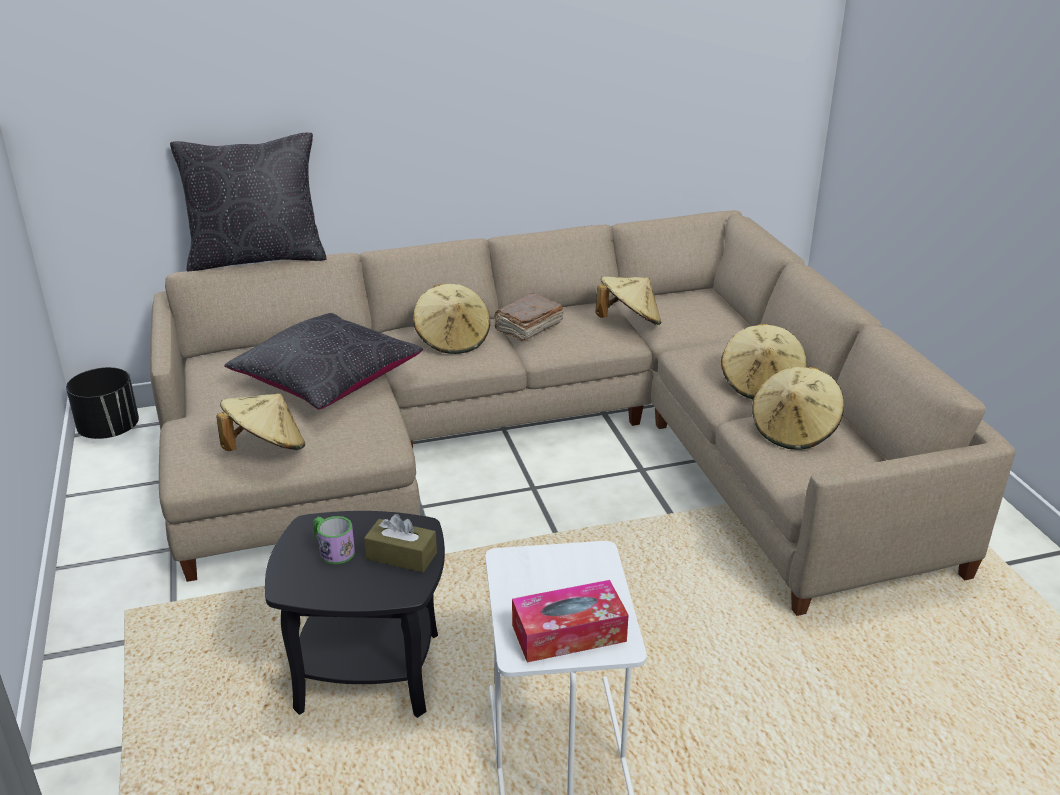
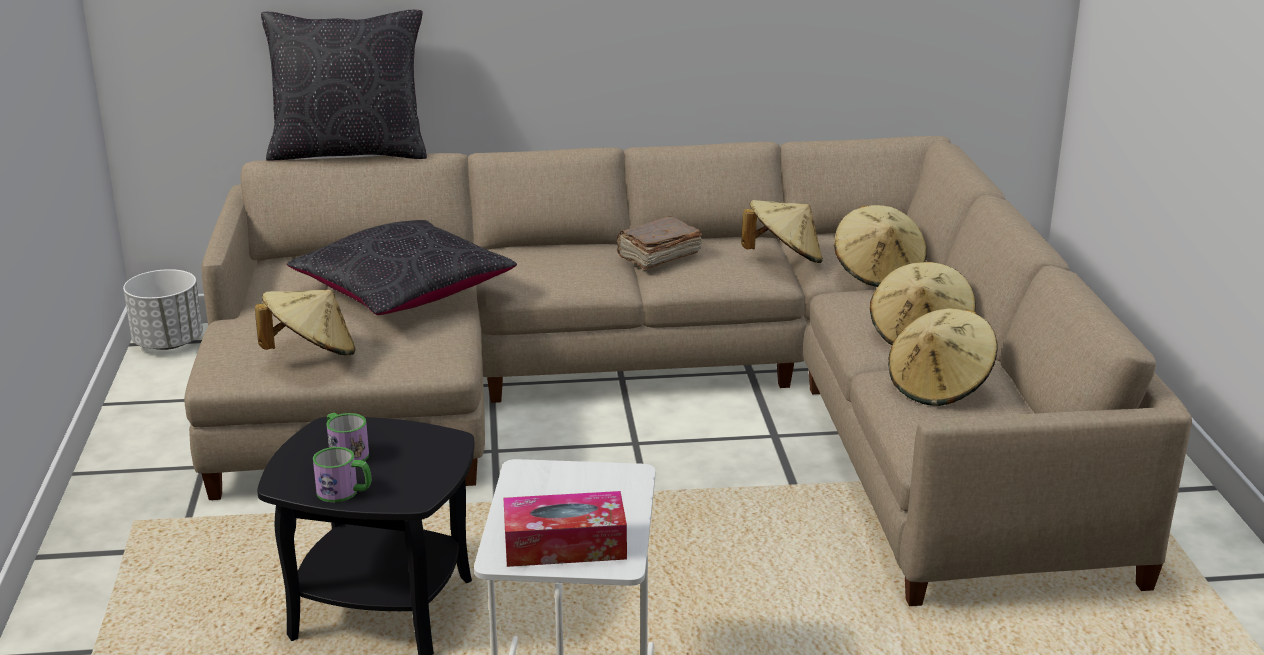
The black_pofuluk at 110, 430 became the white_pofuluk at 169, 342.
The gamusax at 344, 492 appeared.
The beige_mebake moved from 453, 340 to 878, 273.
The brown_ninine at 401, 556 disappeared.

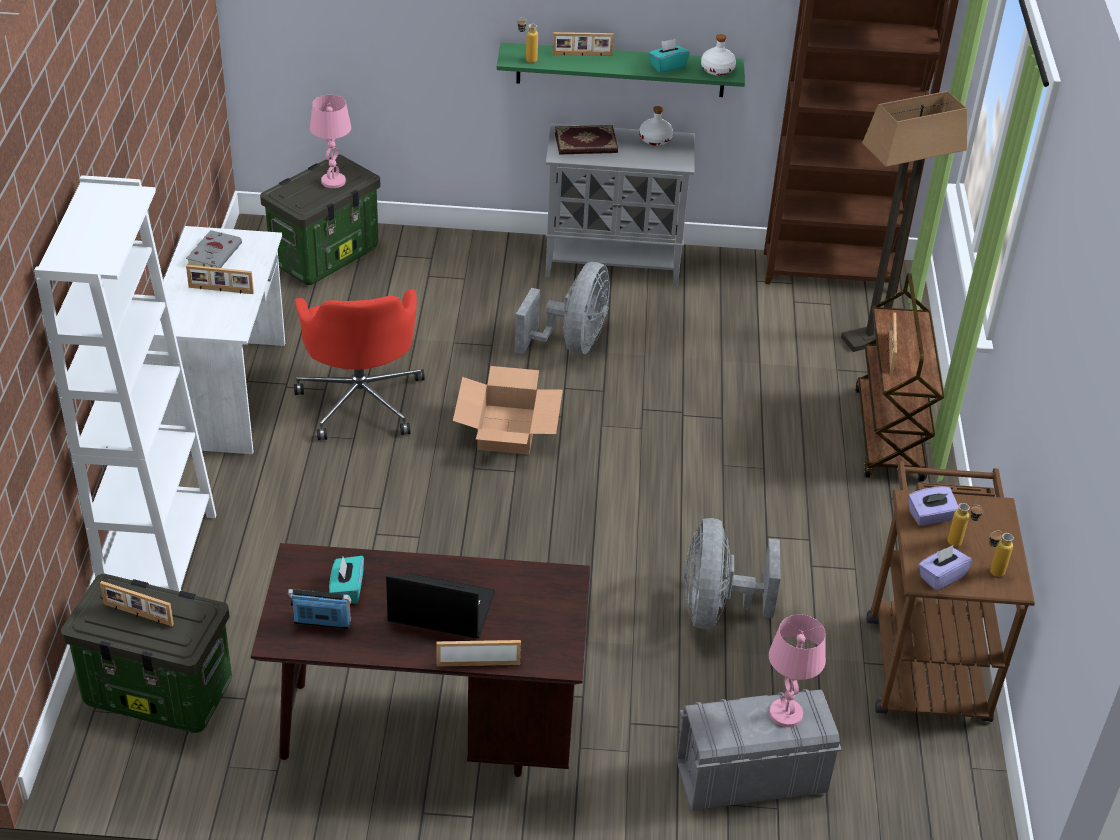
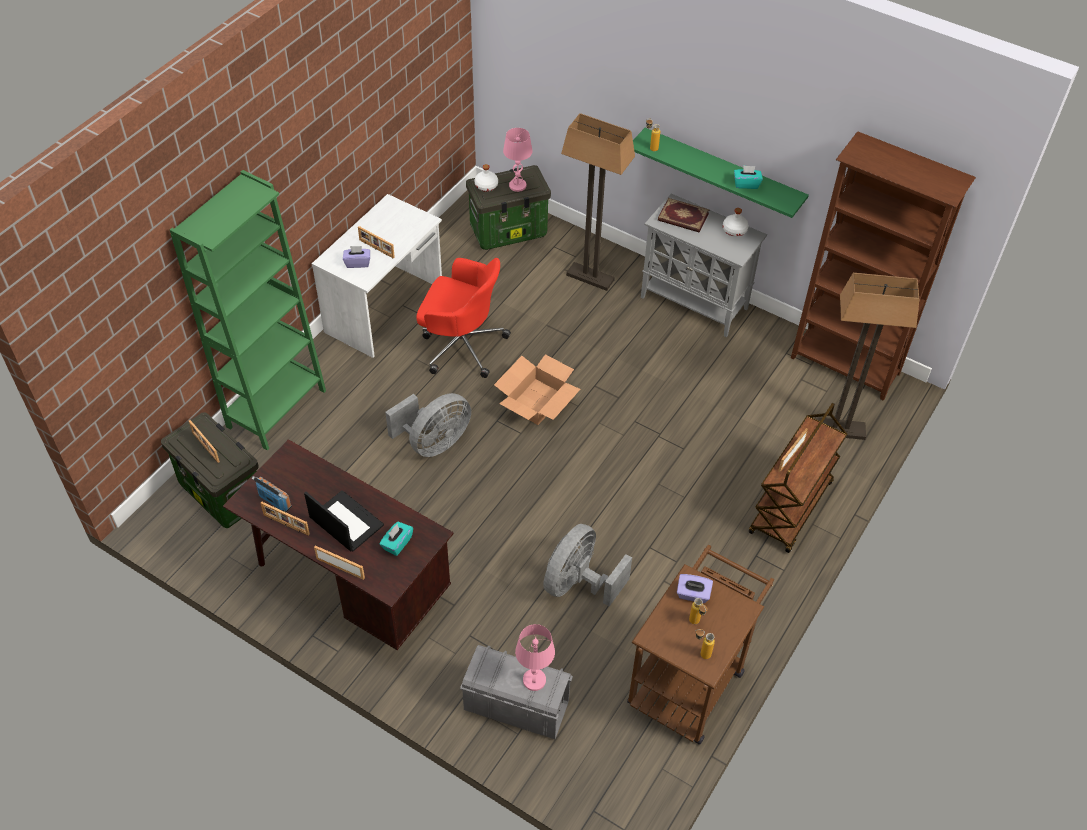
The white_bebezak at 160, 560 became the green_bebezak at 276, 408.
The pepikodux moved from 582, 55 to 286, 525.
The purple_ninine moved from 941, 577 to 357, 263.
The turquoise_ninine moved from 347, 589 to 397, 543.
The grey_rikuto moved from 572, 343 to 434, 443.
The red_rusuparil at 361, 400 turned 90 degrees counterclockwise.
The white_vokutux moved from 717, 70 to 486, 186.
The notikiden at 590, 277 appeared.
The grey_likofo at 215, 254 disappeared.

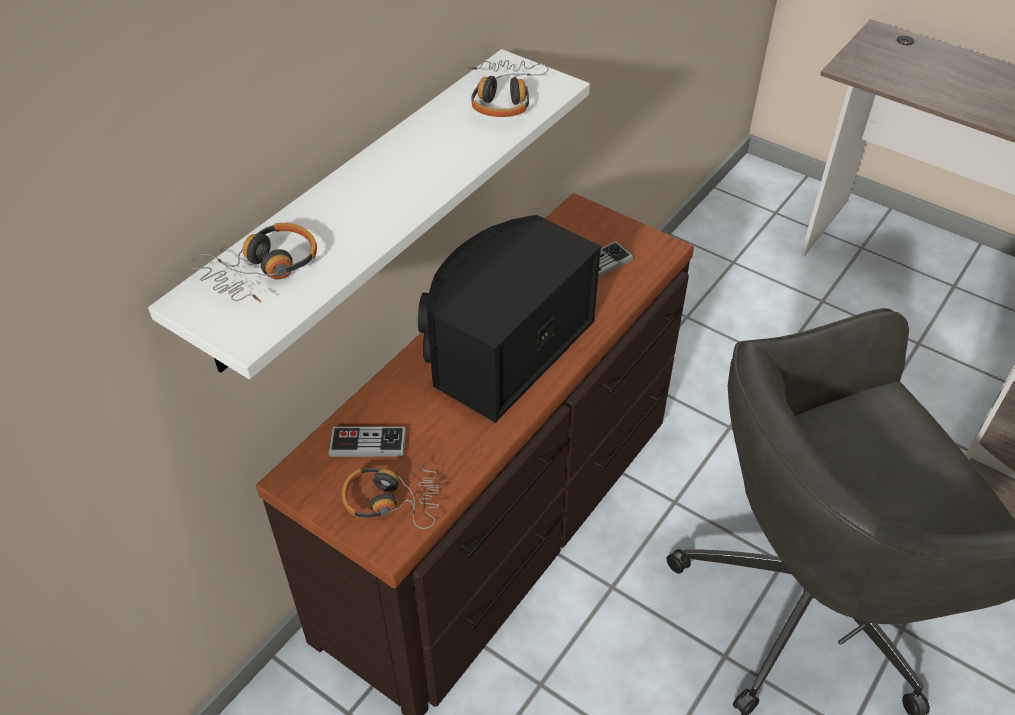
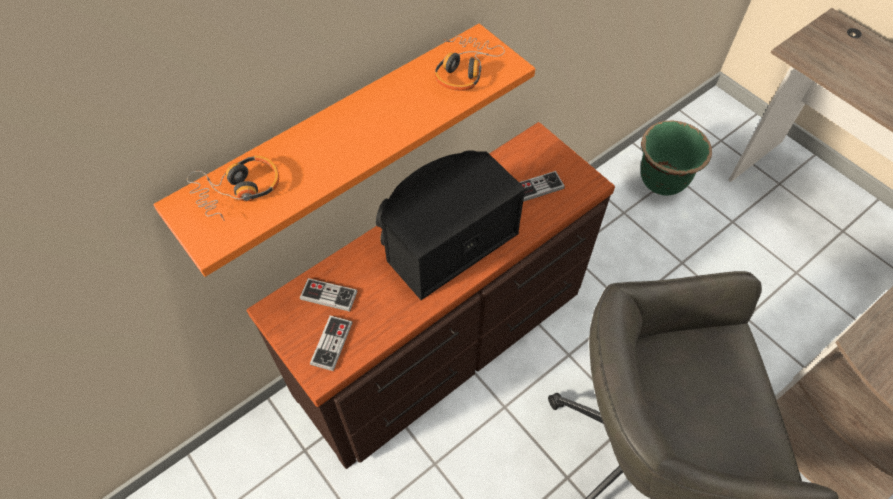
The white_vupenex at 355, 208 became the orange_vupenex at 337, 136.
The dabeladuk at 392, 500 was replaced by the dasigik at 332, 343.
The green_pofuluk at 662, 181 appeared.

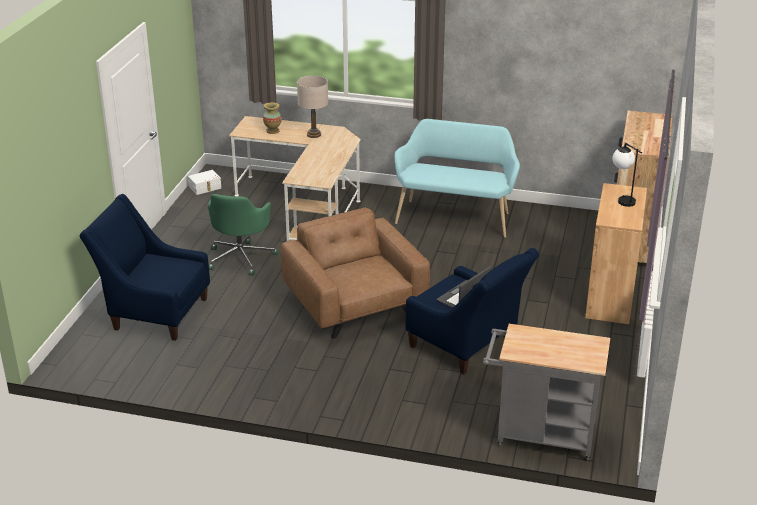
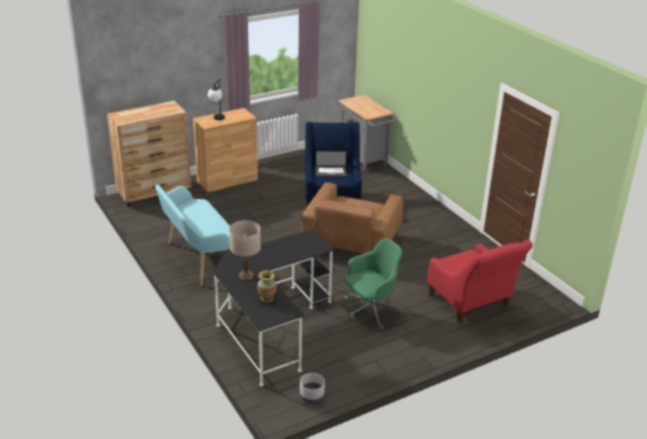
The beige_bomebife at 306, 207 became the black_bomebife at 269, 325.
The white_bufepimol at 205, 188 was replaced by the grey_pofuluk at 311, 396.
The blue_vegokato at 154, 312 became the red_vegokato at 471, 304.

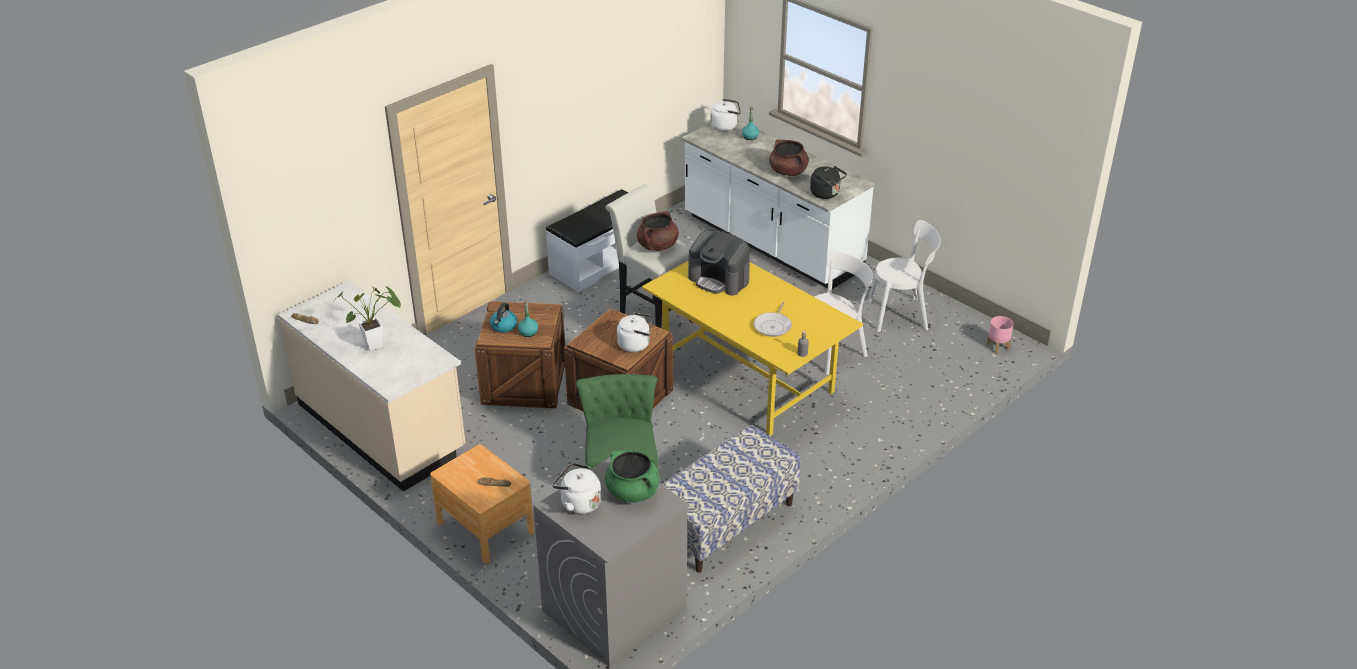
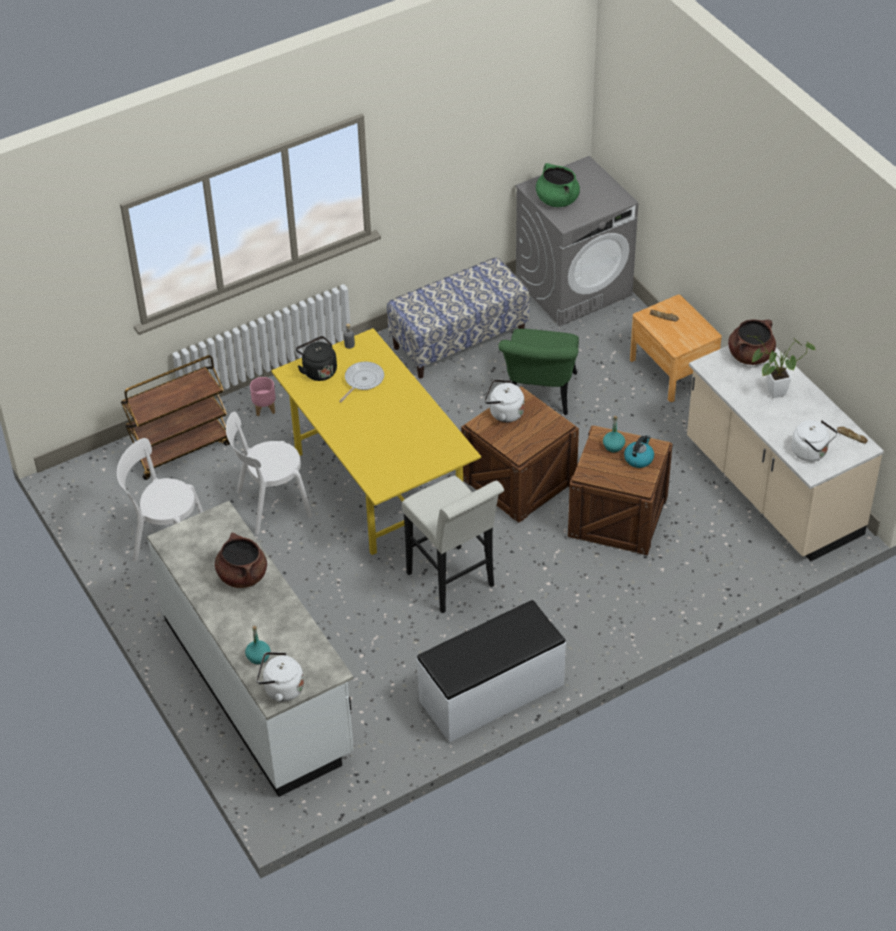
The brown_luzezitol at 180, 449 appeared.
The pink_pofuluk moved from 997, 346 to 264, 409.
The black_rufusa moved from 826, 194 to 318, 370.
The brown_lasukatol moved from 657, 246 to 750, 355.
The white_rufusa moved from 578, 503 to 811, 452.
The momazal at 719, 279 disappeared.

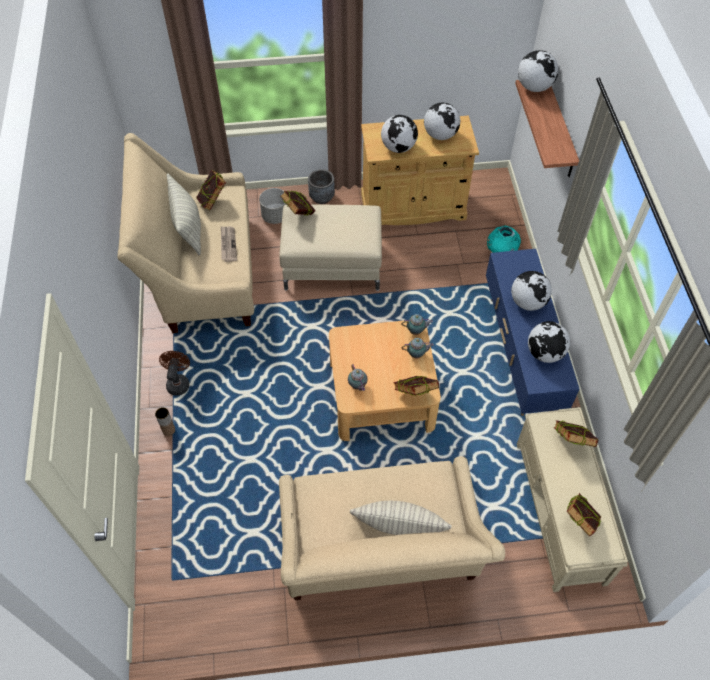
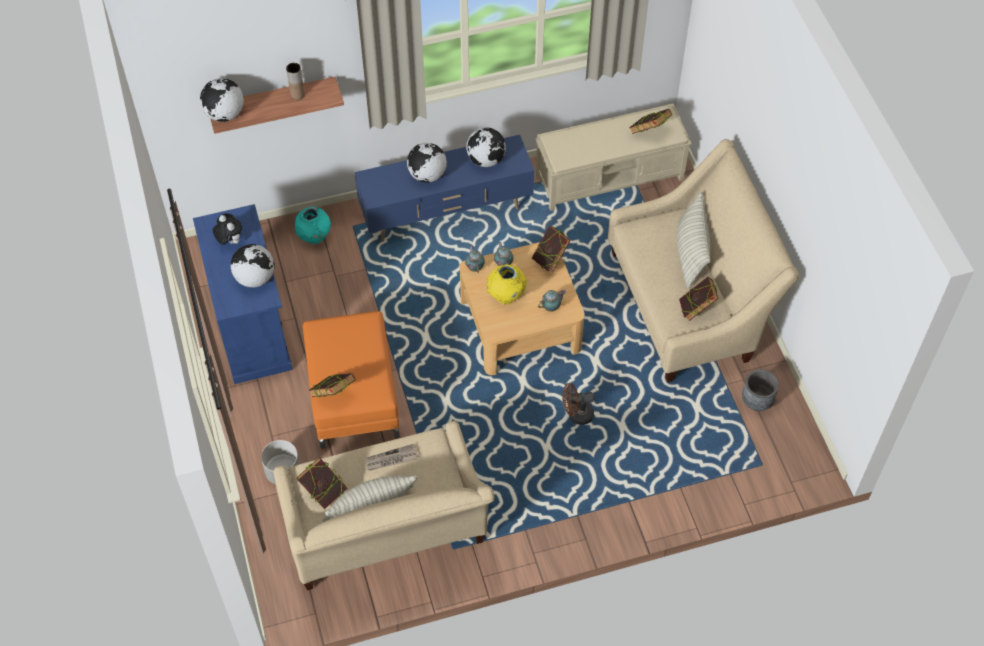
The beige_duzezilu at 413, 207 became the blue_duzezilu at 251, 327.
The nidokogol at 440, 135 was replaced by the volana at 229, 241.
The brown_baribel moved from 169, 430 to 297, 95.
The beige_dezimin at 332, 265 became the orange_dezimin at 354, 396.
The yellow_baribel at 506, 296 appeared.
The brown_rikuto moved from 178, 382 to 576, 415.
The likofo moved from 571, 442 to 696, 309.
The grey_pofuluk moved from 322, 197 to 756, 401.

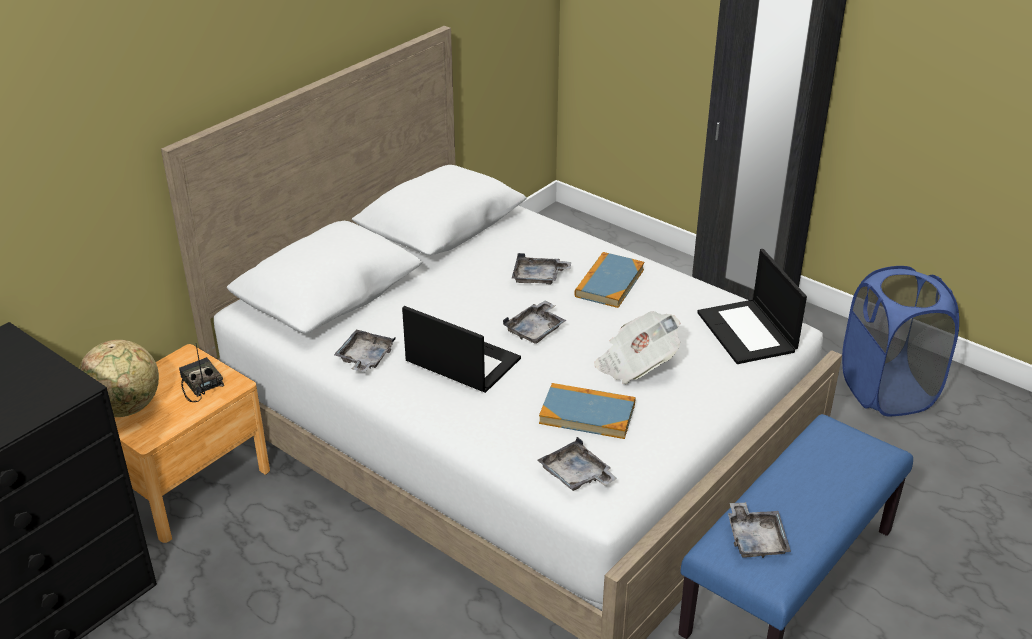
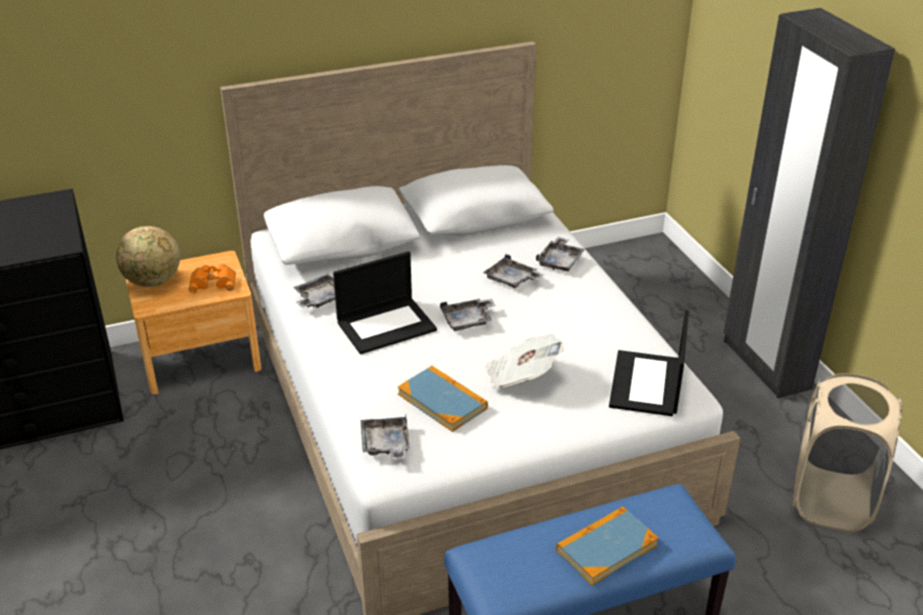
The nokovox at 200, 384 was replaced by the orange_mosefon at 213, 282.
The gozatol at 461, 361 turned 90 degrees clockwise.
The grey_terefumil moved from 755, 539 to 560, 261.
The likofo moved from 609, 283 to 606, 548.
The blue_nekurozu at 887, 391 became the beige_nekurozu at 831, 500.

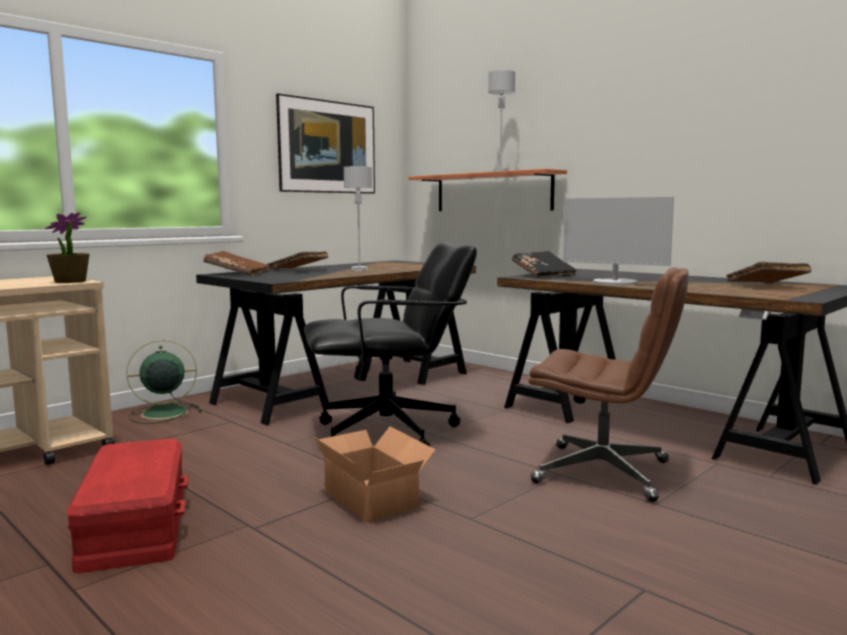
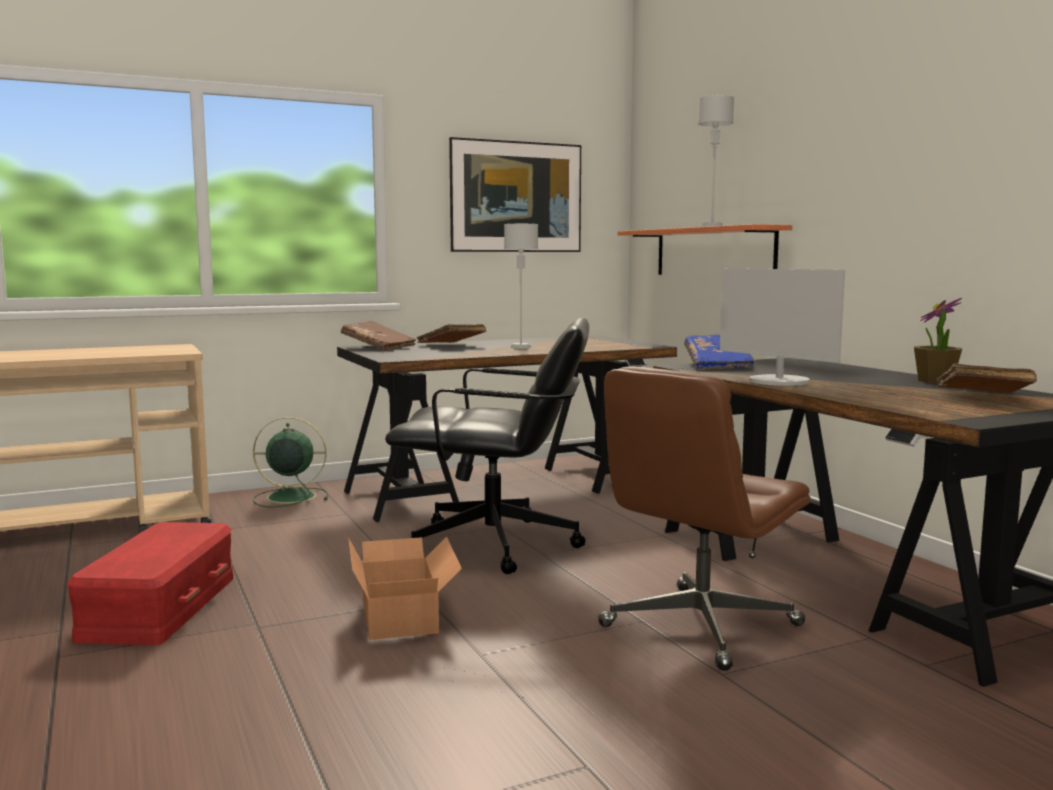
The brown_rusuparil at 604, 472 turned 90 degrees clockwise.
The black_likofo at 543, 275 became the blue_likofo at 718, 365.
The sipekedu moved from 70, 281 to 935, 381.

